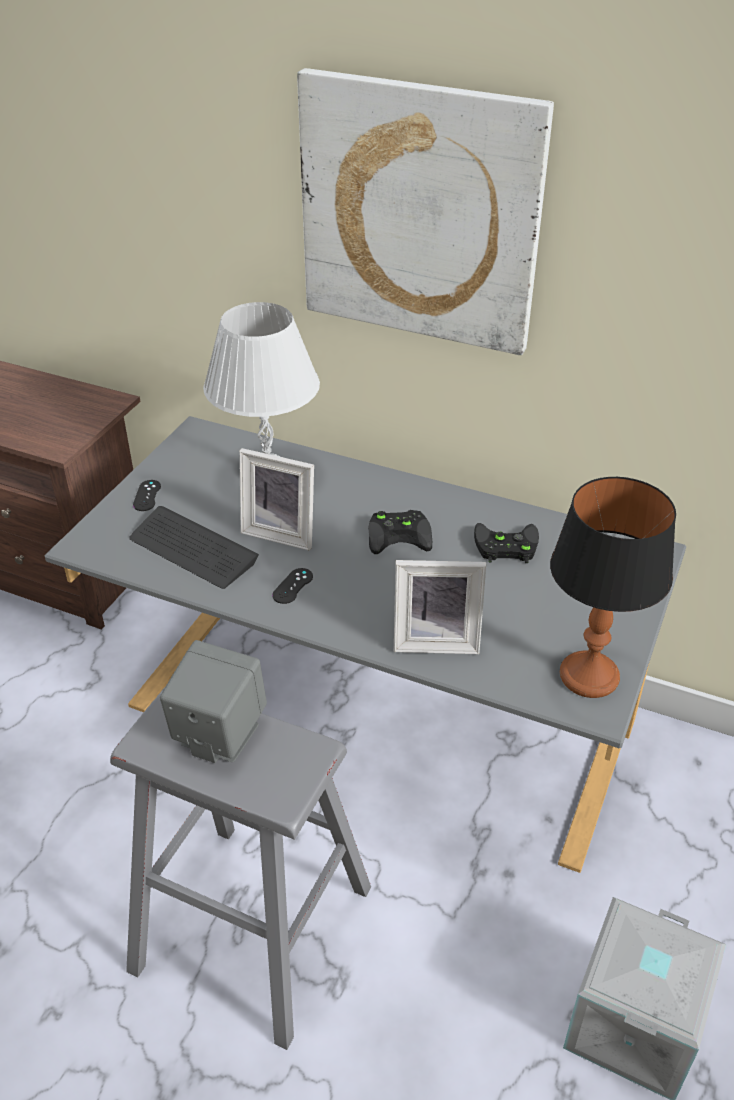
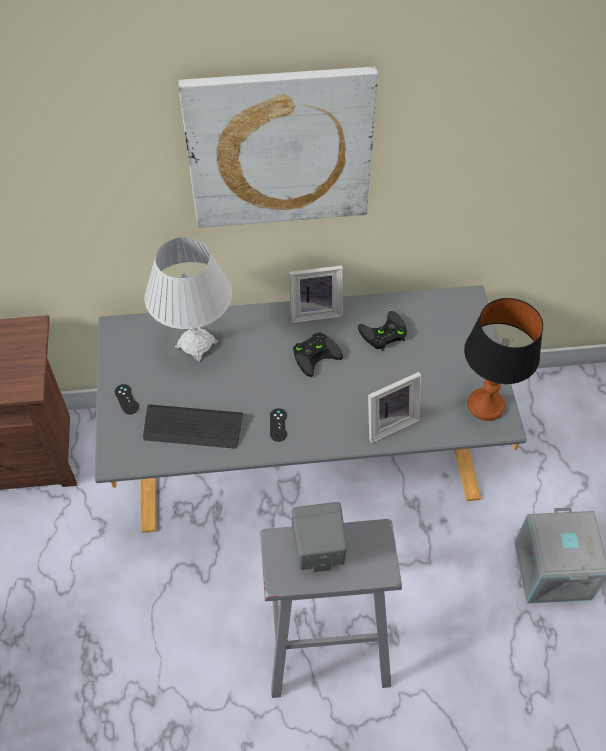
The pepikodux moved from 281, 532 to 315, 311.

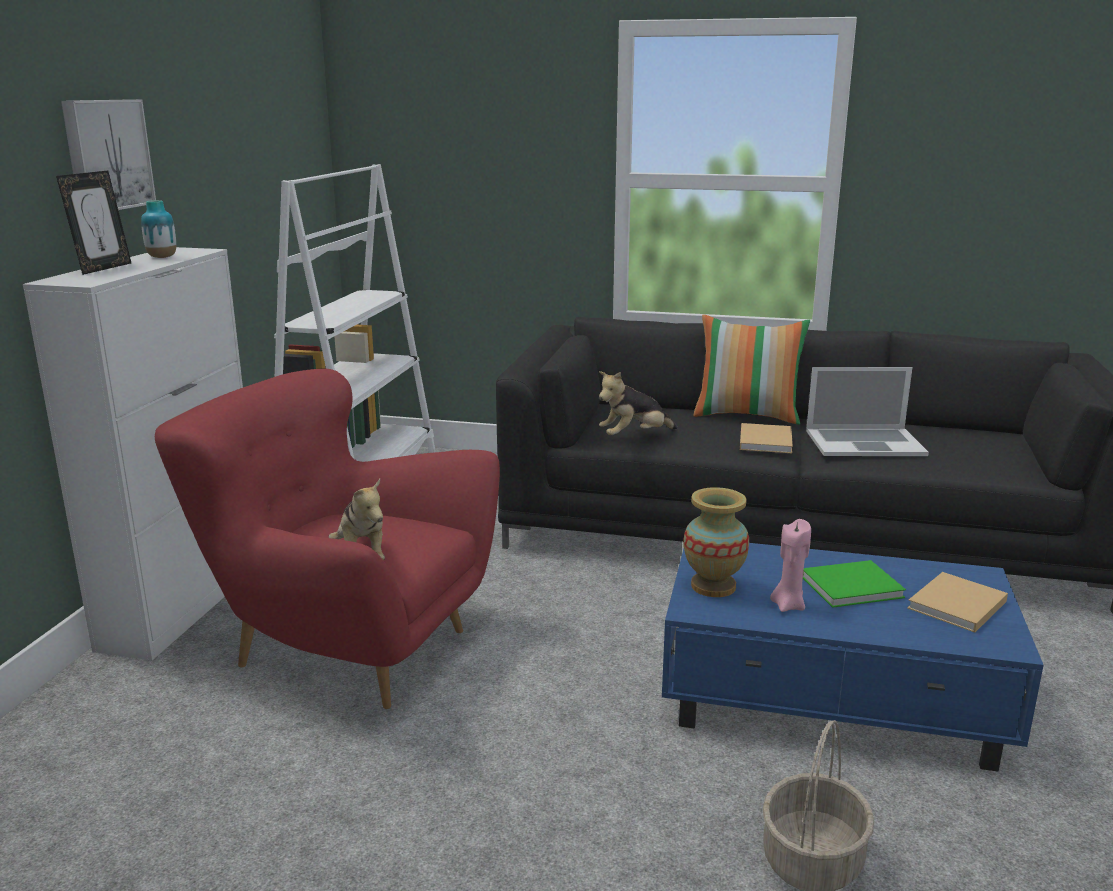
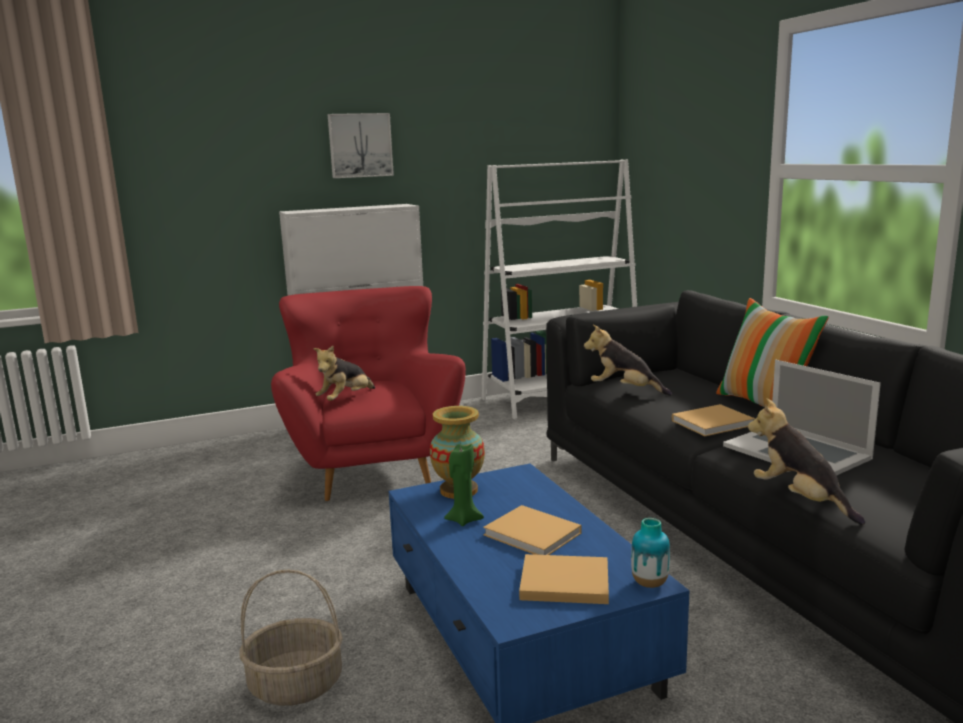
The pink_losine at 788, 605 became the green_losine at 464, 520.
The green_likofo at 854, 587 became the beige_likofo at 534, 535.
The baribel moved from 162, 257 to 649, 583.
The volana at 800, 500 appeared.
The pepikodux at 103, 268 disappeared.

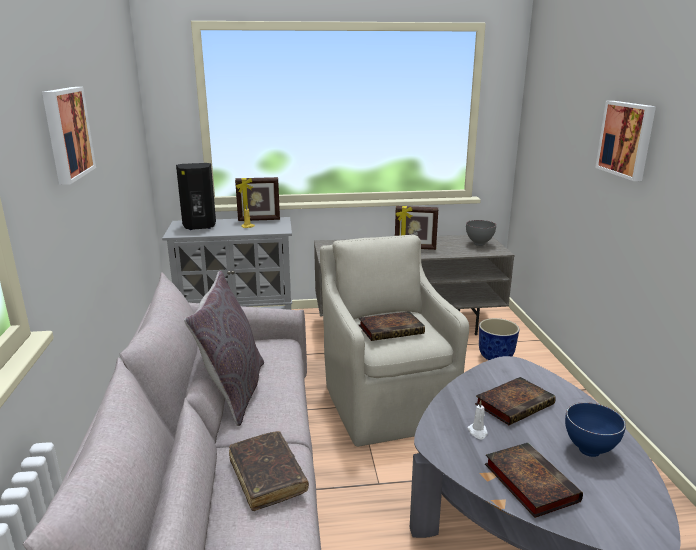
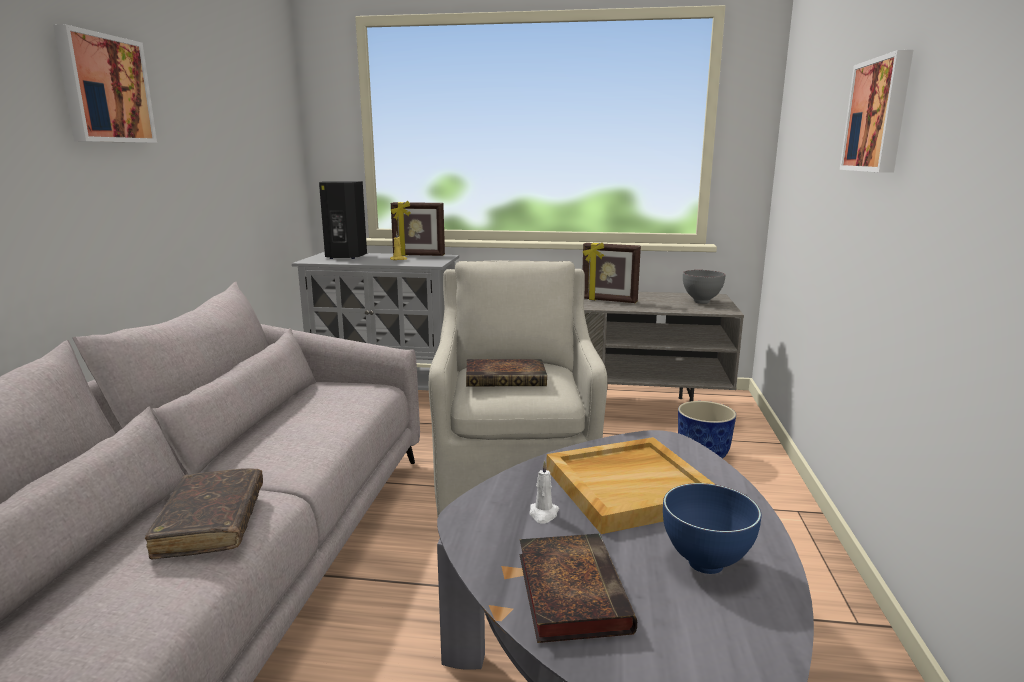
The likofo at 515, 404 was replaced by the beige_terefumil at 630, 487.
The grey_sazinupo at 233, 391 disappeared.

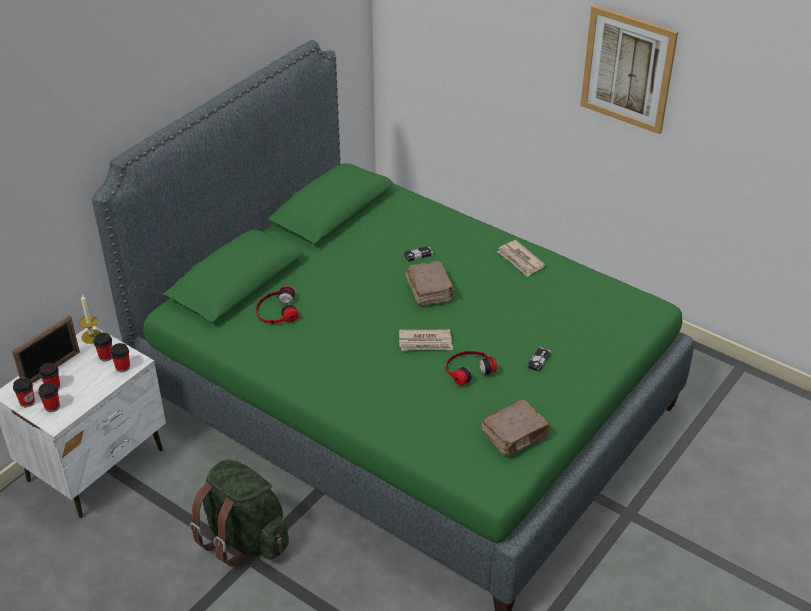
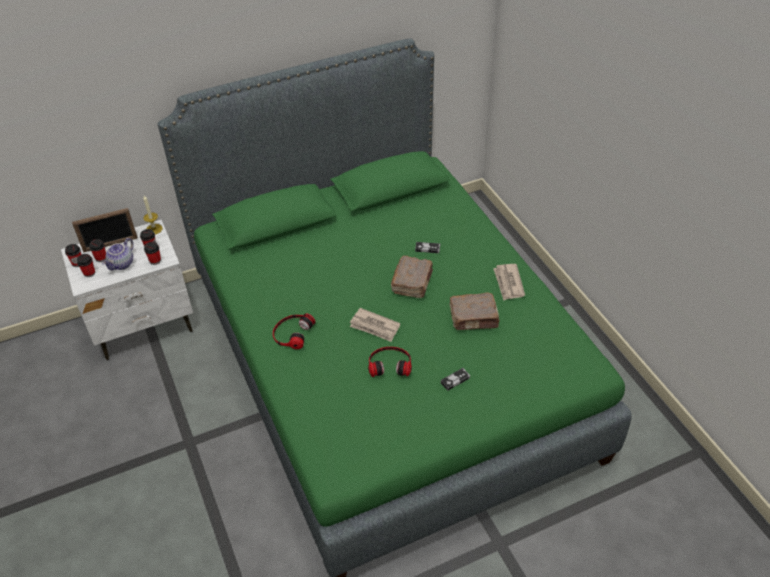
The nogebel at 122, 264 appeared.
The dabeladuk moved from 276, 311 to 292, 333.
The brown_likofo moved from 515, 435 to 474, 318.
The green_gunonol at 244, 538 disappeared.
The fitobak at 627, 69 disappeared.

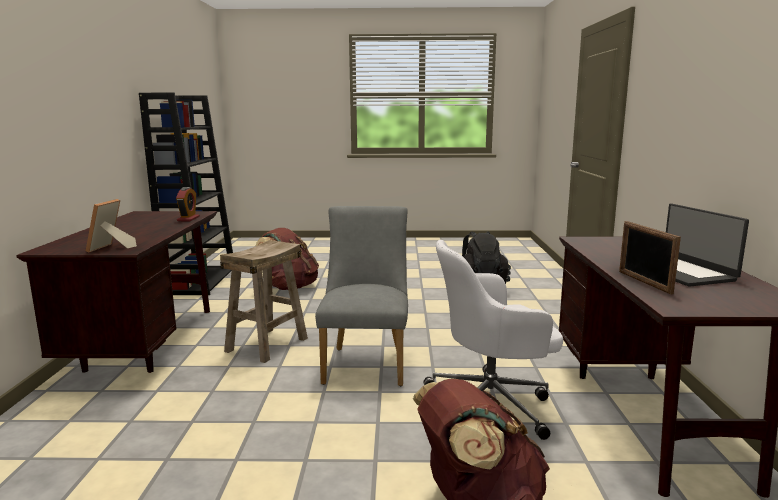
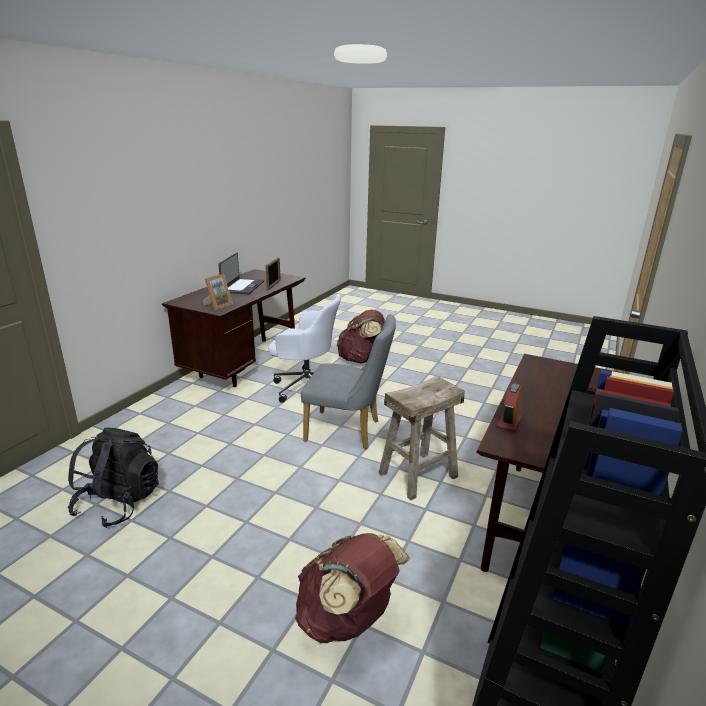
The pepikodux moved from 110, 248 to 218, 305.
The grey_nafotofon at 366, 363 turned 105 degrees counterclockwise.

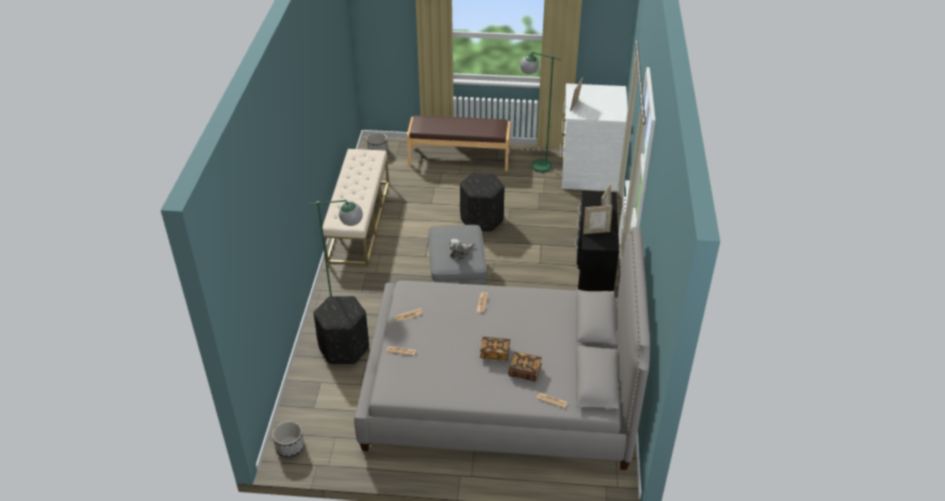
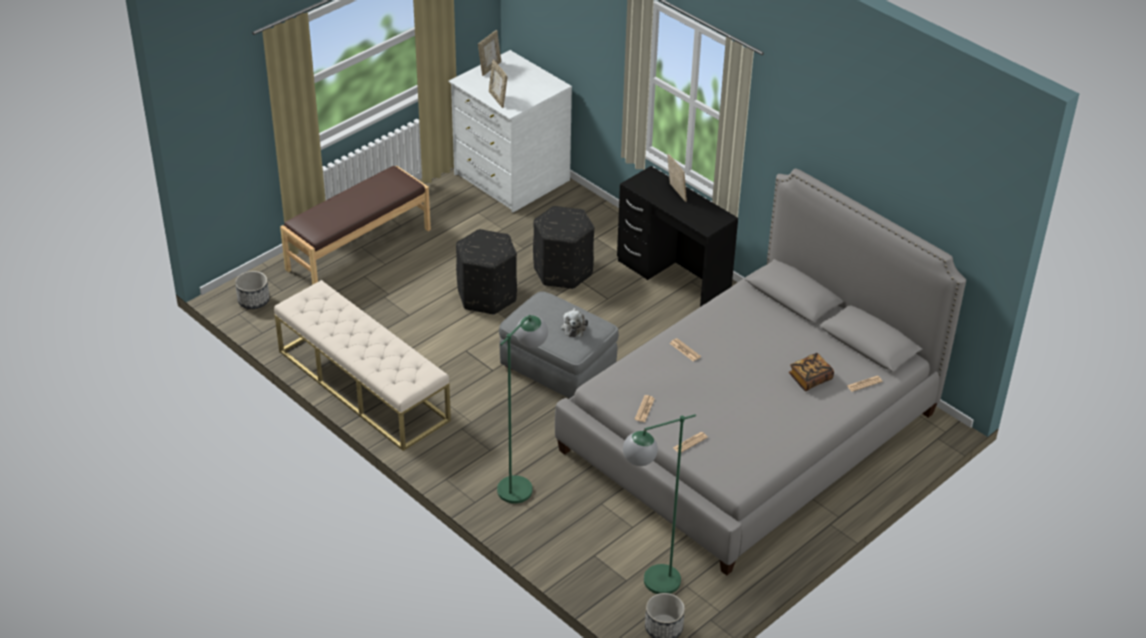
The pepikodux moved from 596, 231 to 490, 68.
The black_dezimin moved from 344, 348 to 563, 271.
The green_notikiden moved from 534, 164 to 649, 584.
The likofo at 494, 353 disappeared.

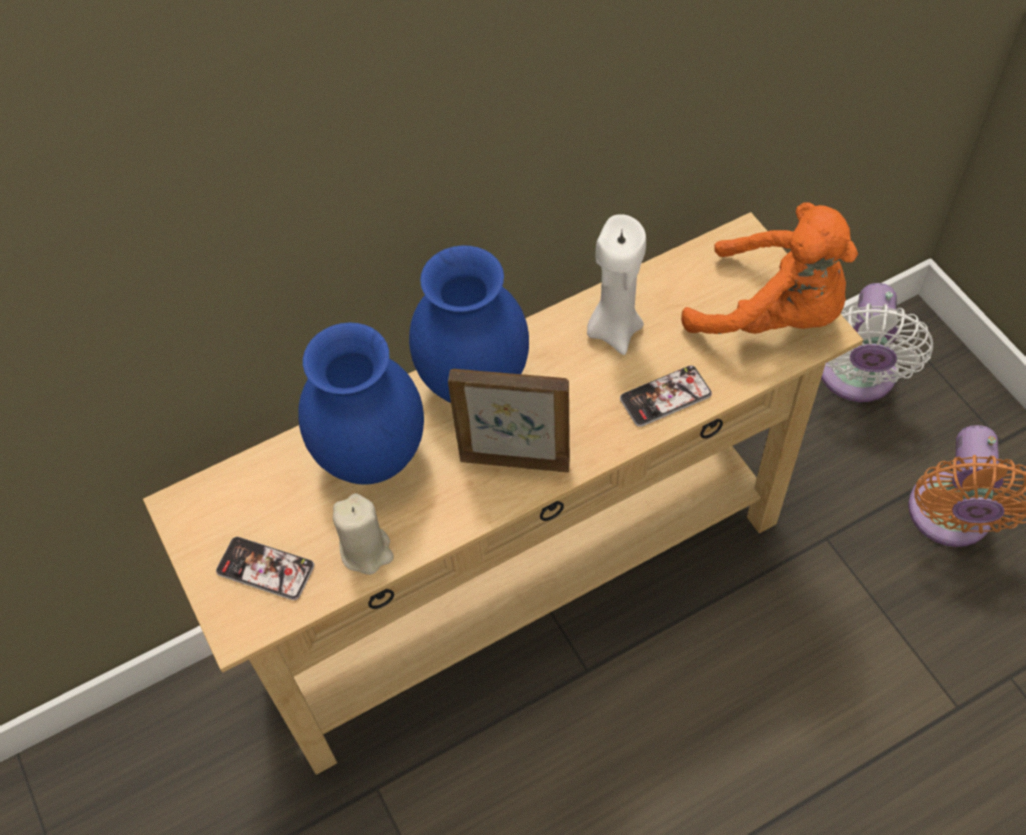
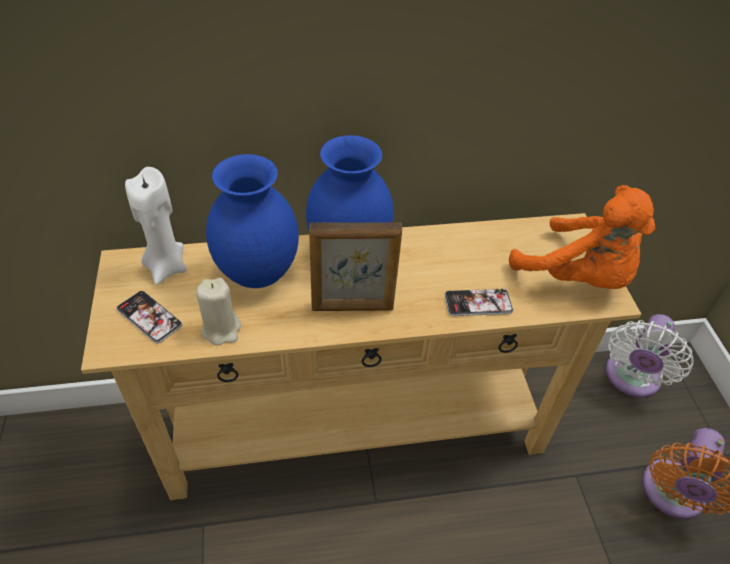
The white_losine moved from 614, 329 to 166, 267.
The pepikodux at 514, 459 turned 150 degrees clockwise.

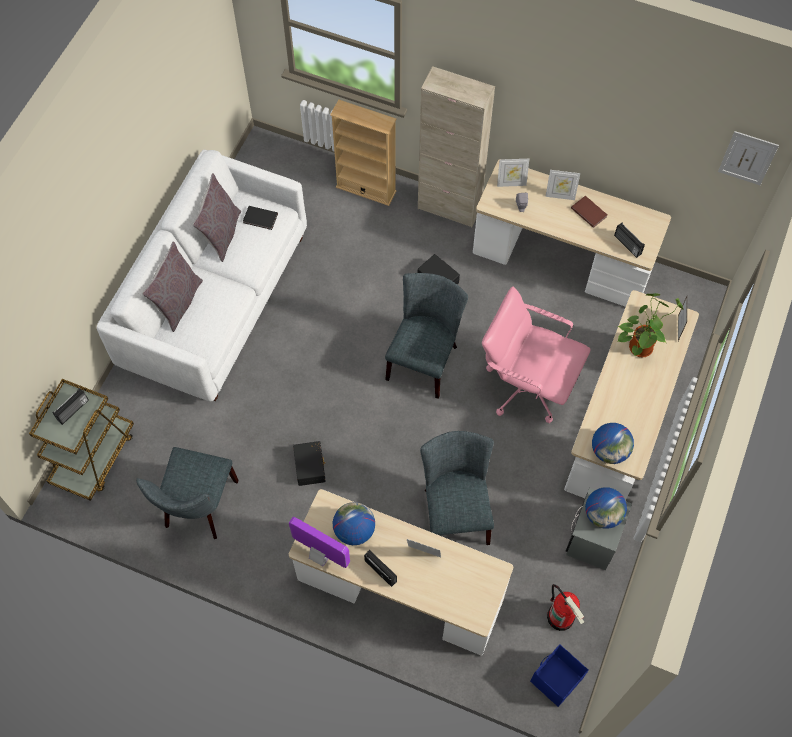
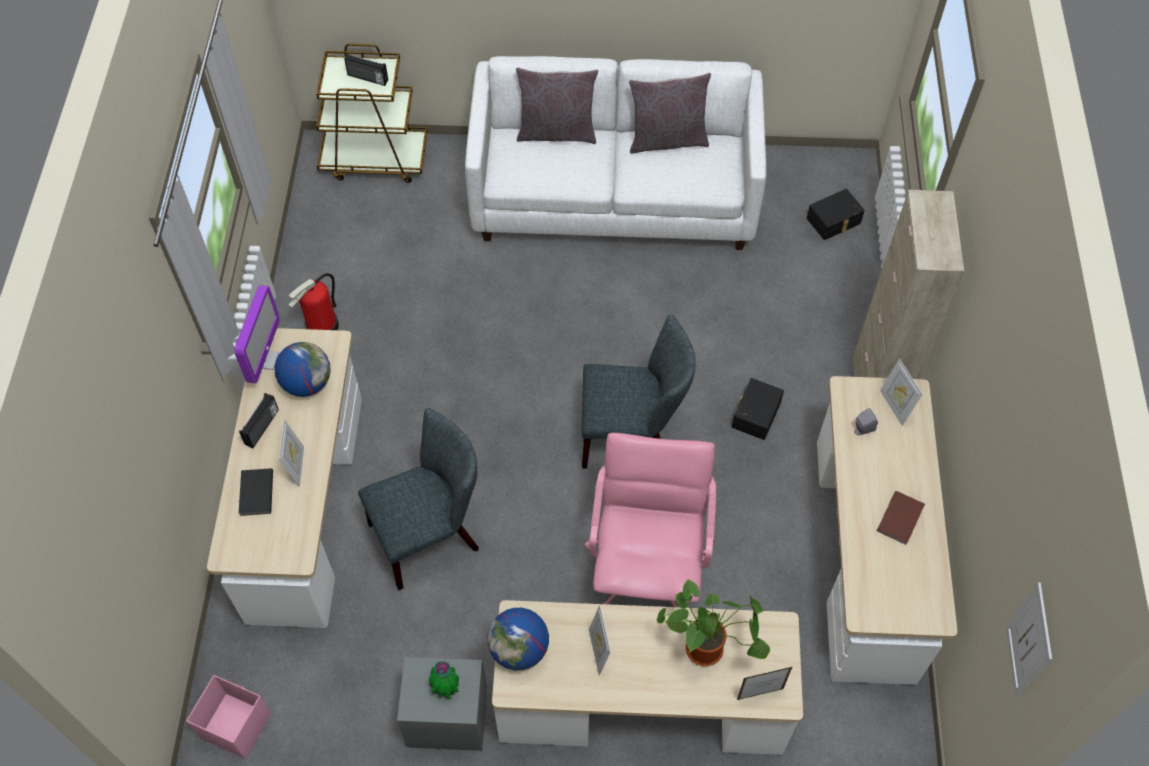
The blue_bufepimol at 555, 680 became the pink_bufepimol at 235, 725.
The black_likofo moved from 260, 219 to 255, 493.
The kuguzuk moved from 561, 617 to 322, 327.
The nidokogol at 603, 514 was replaced by the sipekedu at 446, 688.
The pepikodux moved from 560, 195 to 598, 651.
The black_bufepimol moved from 311, 466 to 834, 221.
The grey_nafotofon at 199, 508 disappeared.
The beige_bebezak at 366, 189 disappeared.
The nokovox at 627, 245 disappeared.

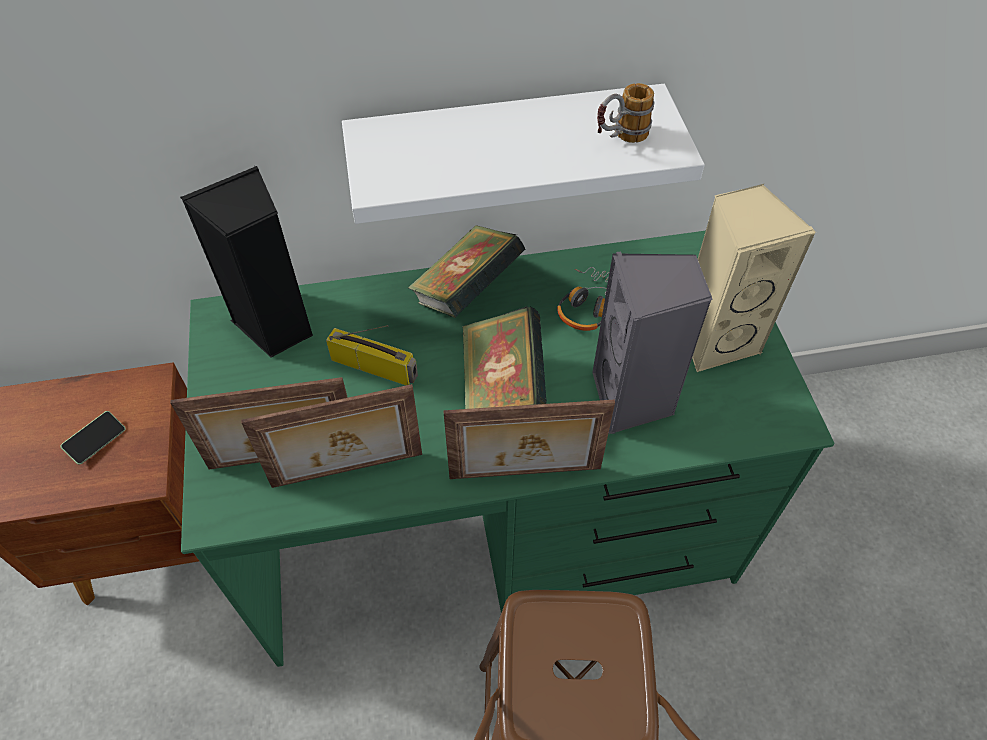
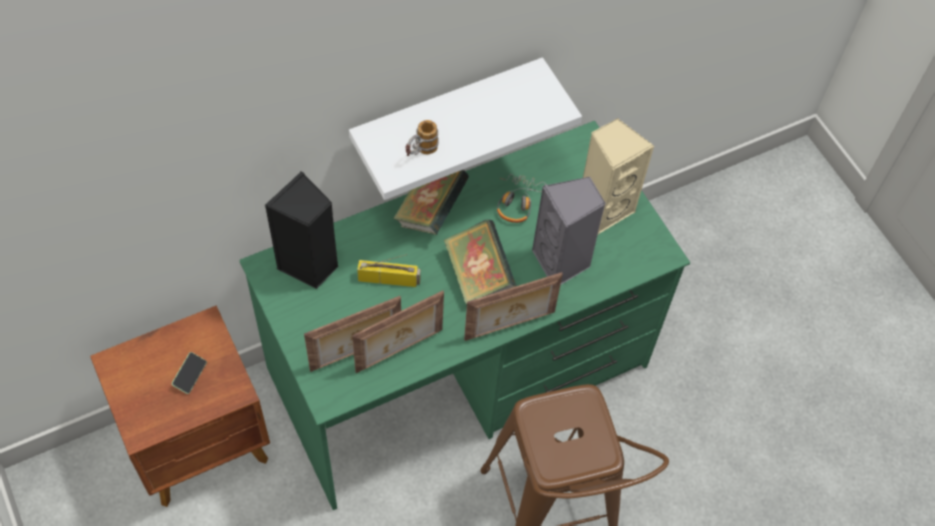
The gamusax moved from 619, 138 to 420, 152.

